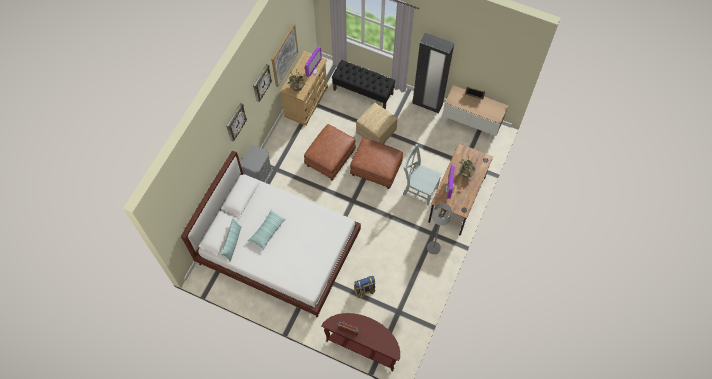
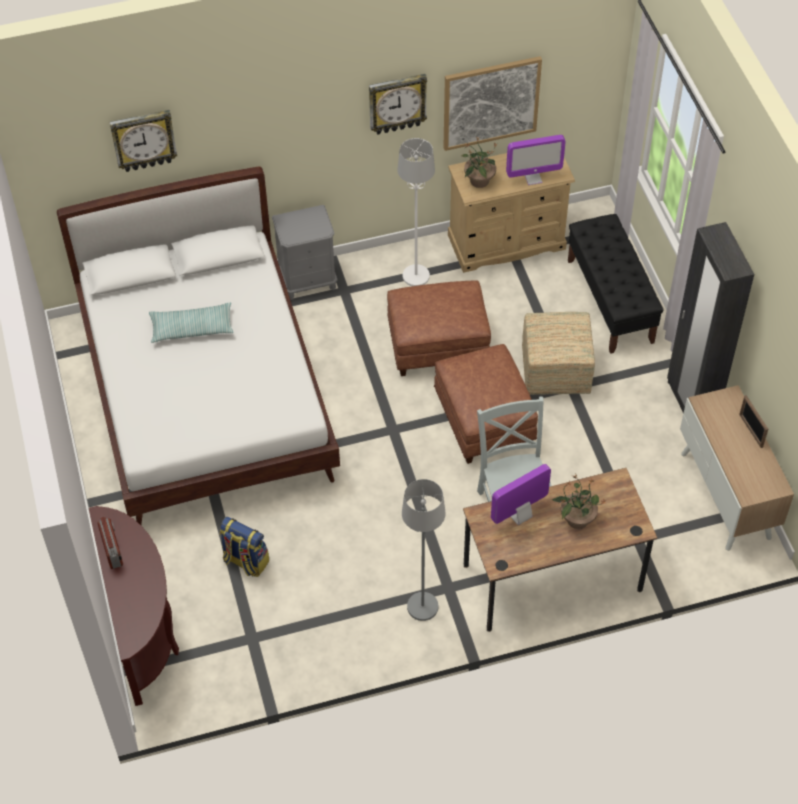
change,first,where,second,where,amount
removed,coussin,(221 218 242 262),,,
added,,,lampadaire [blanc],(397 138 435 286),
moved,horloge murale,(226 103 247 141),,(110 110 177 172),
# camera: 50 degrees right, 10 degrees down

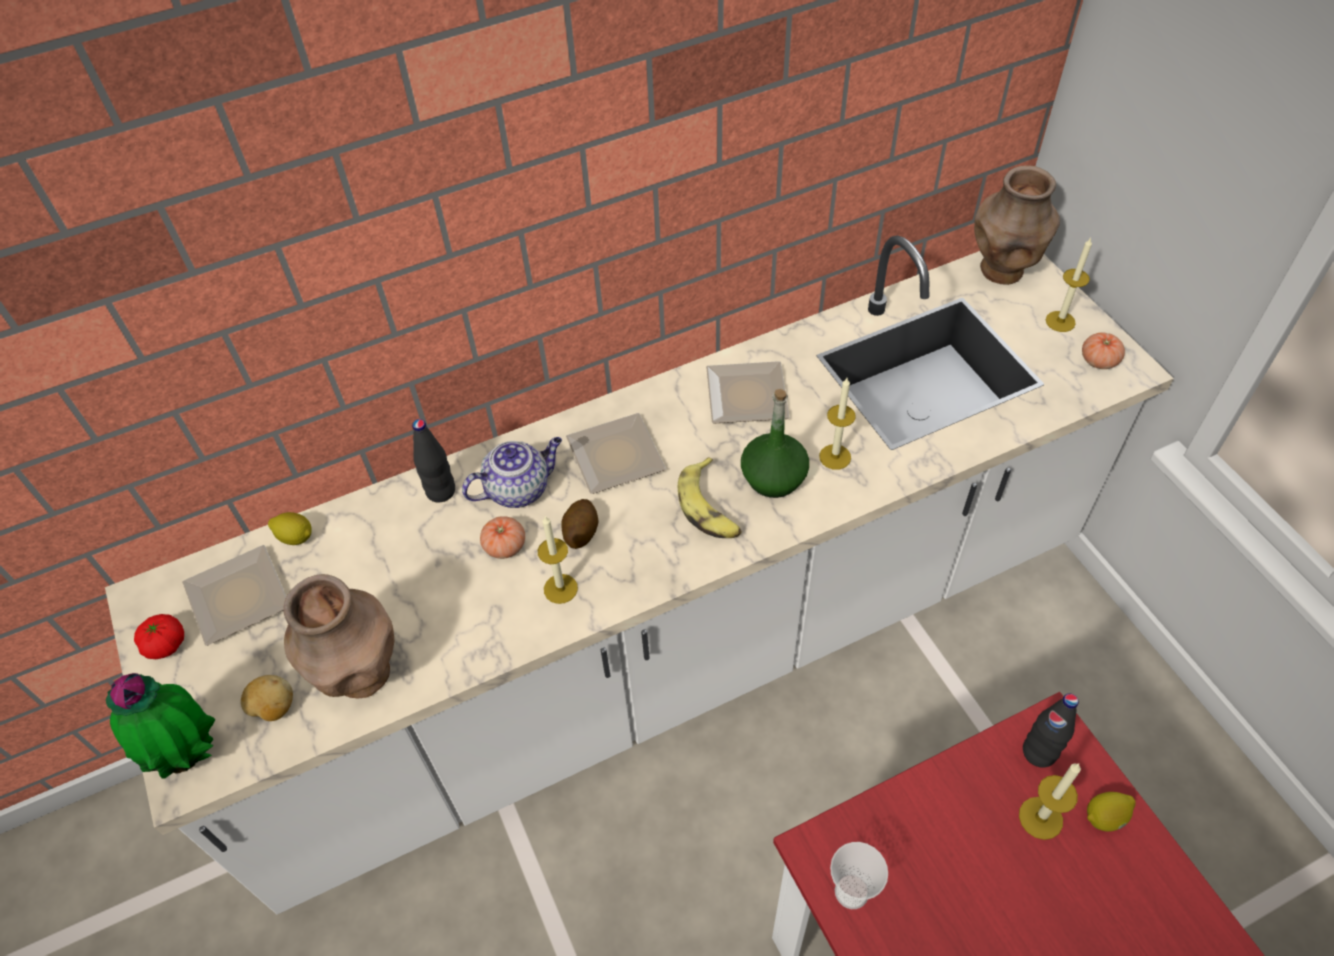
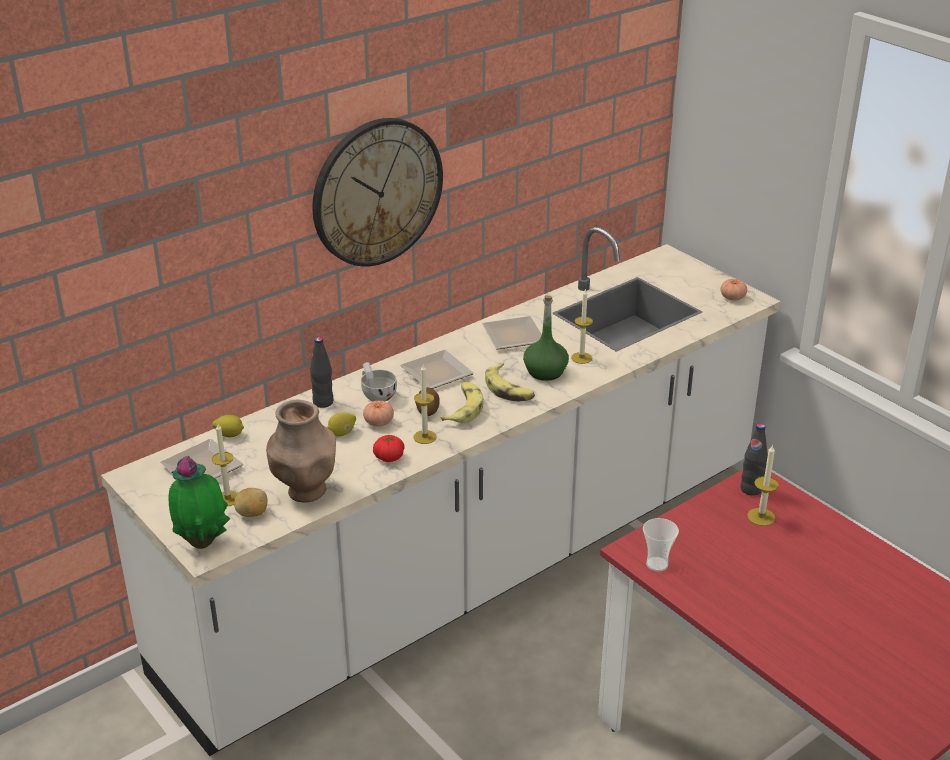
change,first,where,second,where,amount
removed,vase [marron],(974 165 1060 285),,,
added,,,horloge murale,(312 118 443 266),
added,,,banane,(440 382 483 423),
moved,tomate,(134 614 184 659),,(373 435 405 462),
moved,bougie,(1046 238 1092 332),,(212 424 238 507),
moved,citron,(1087 792 1136 832),,(327 413 356 436),
replaced,théière,(462 437 562 508),tasse [blanc],(361 362 397 401),
# camera: 15 degrees left, 20 degrees down

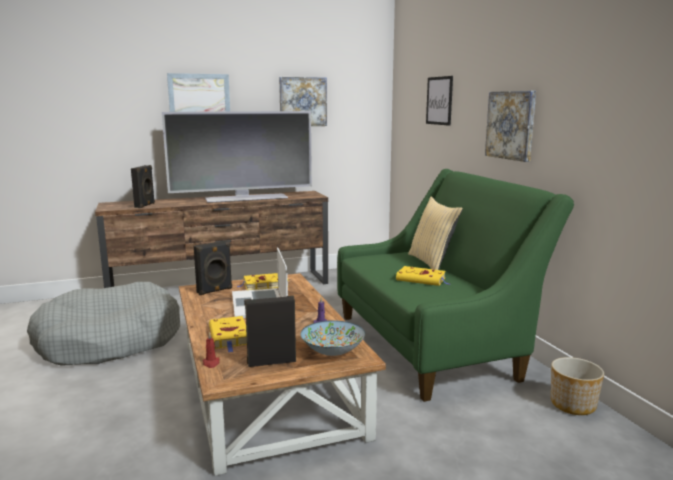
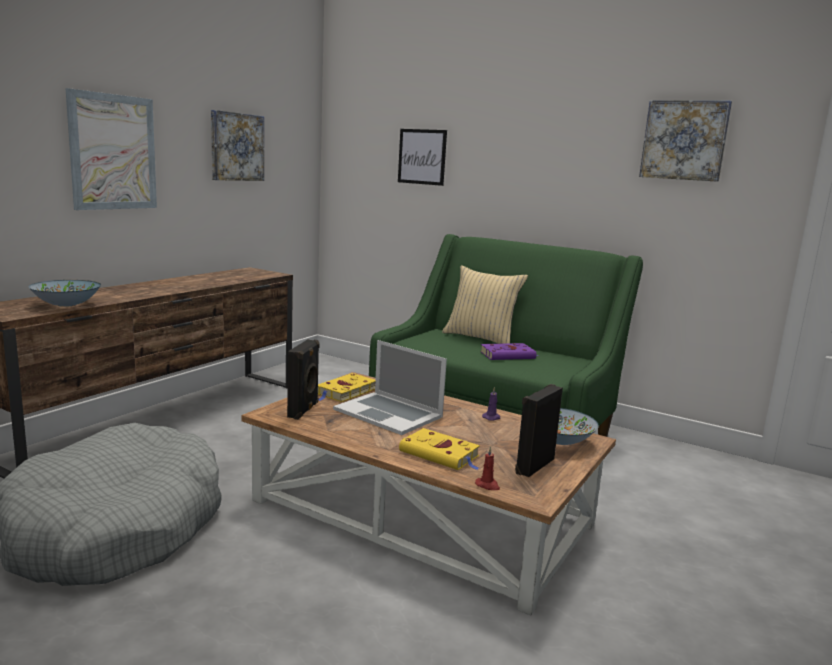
change,first,where,second,where,amount
removed,téléviseur,(162 111 312 203),,,
removed,cache-pot,(551 357 604 415),,,
moved,tableau,(485 91 536 162),,(639 100 732 182),
replaced,enceinte [noir],(131 165 155 208),bol,(28 280 101 307),
recoloured,livre [jaune],(396 266 450 286),livre [violet],(480 343 538 360),
# camera: 40 degrees left, 0 degrees up

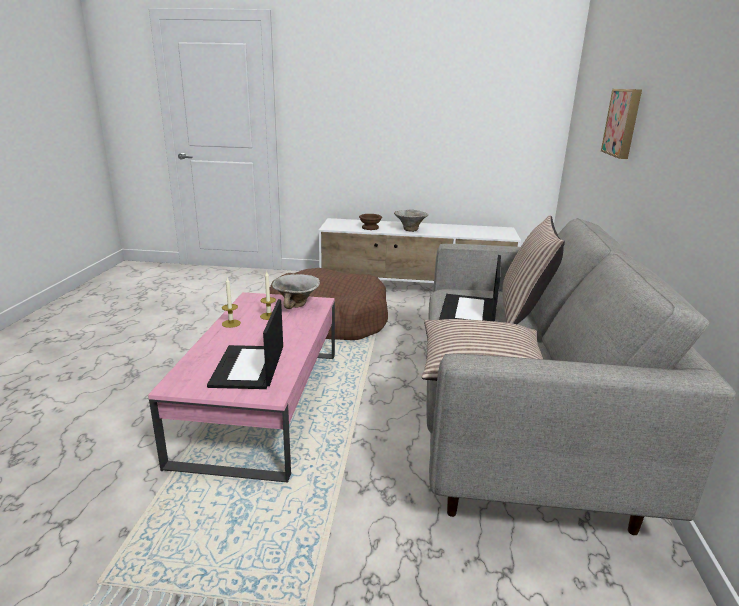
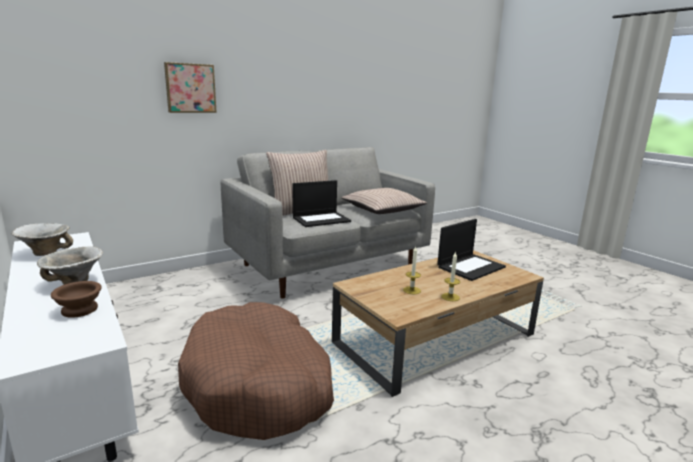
change,first,where,second,where,amount
moved,bol,(272 274 320 309),,(12 223 73 256),
recoloured,table basse [rose],(148 292 335 483),table basse [marron],(332 250 544 397),
# camera: 130 degrees left, 5 degrees down

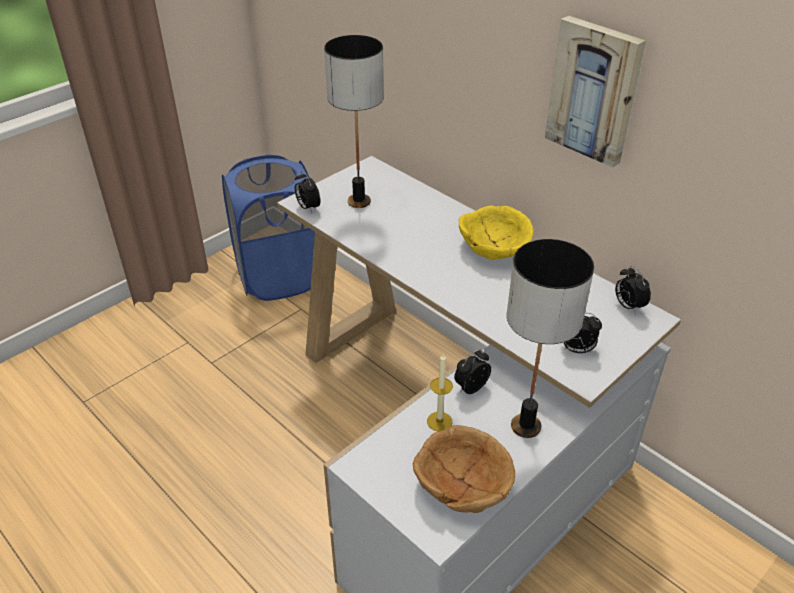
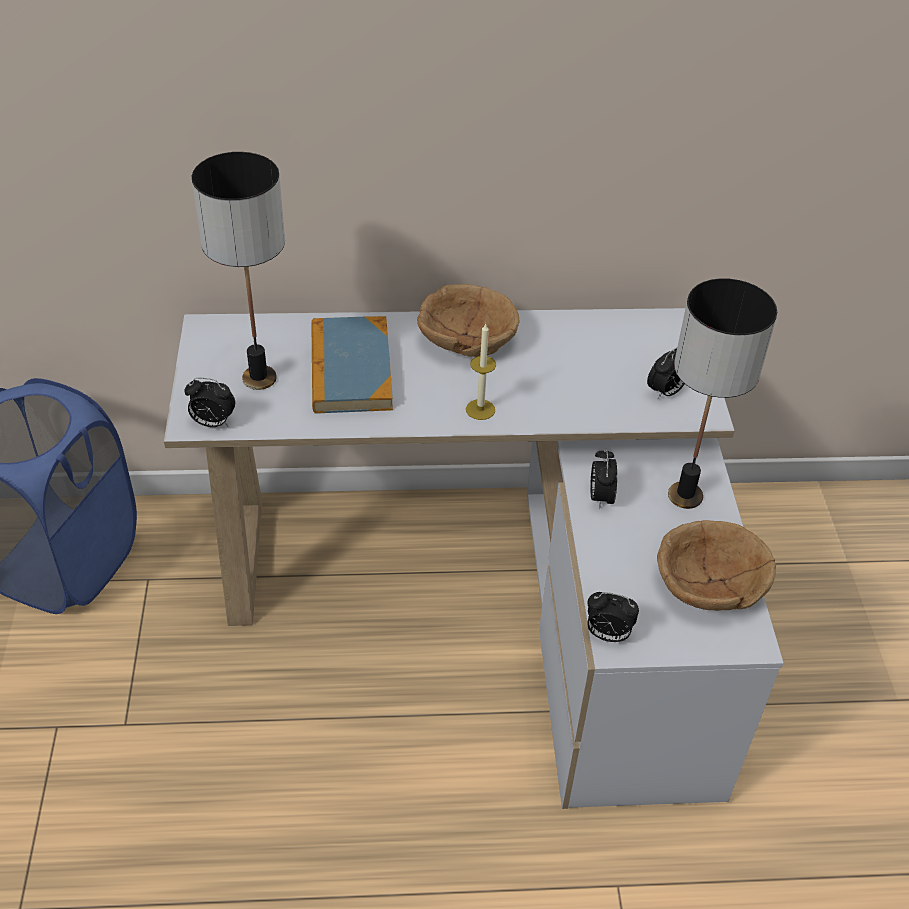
change,first,where,second,where,amount
removed,tableau,(545 16 646 168),,,
added,,,livre,(311 316 393 414),
moved,bougie,(427 353 453 431),,(466 323 496 420),
moved,réveil,(615 266 651 313),,(587 592 639 642),
recoloured,bol [jaune],(459 205 534 260),bol [marron],(417 284 520 357),
# camera: 50 degrees left, 5 degrees up

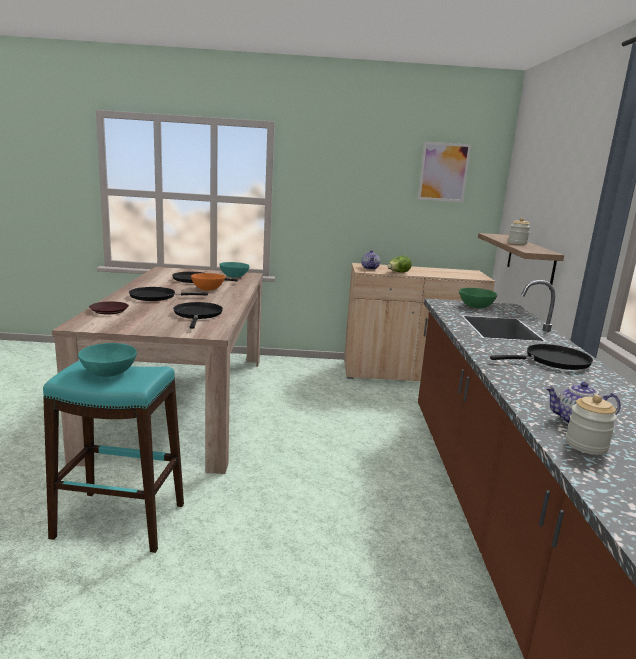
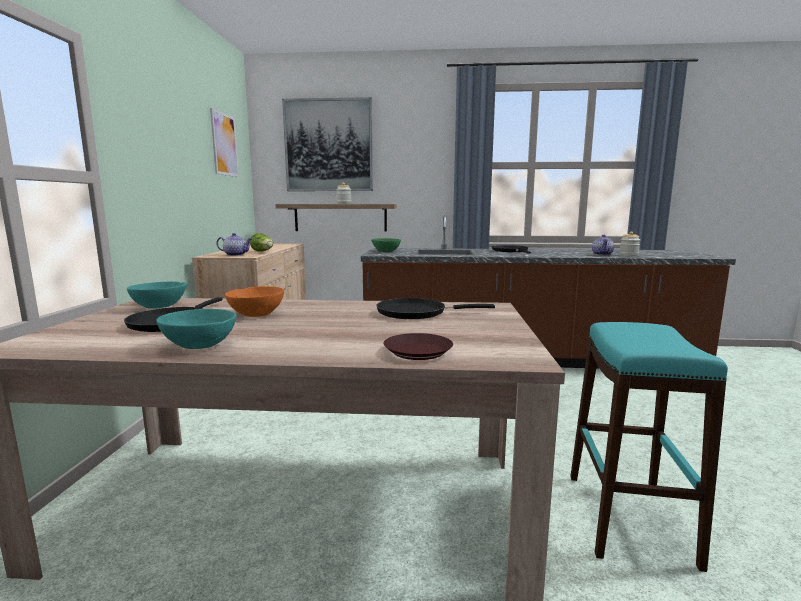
change,first,where,second,where,amount
removed,poêle [noir],(129 287 208 301),,,
added,,,tableau,(282 97 373 191),
moved,bol [turquoise],(78 343 137 377),,(156 309 236 349),
# camera: 85 degrees left, 5 degrees down

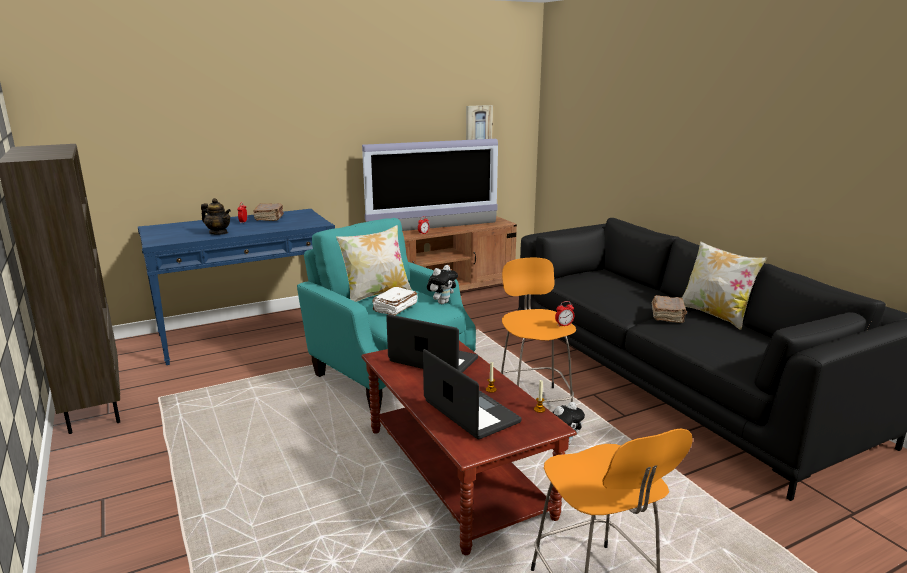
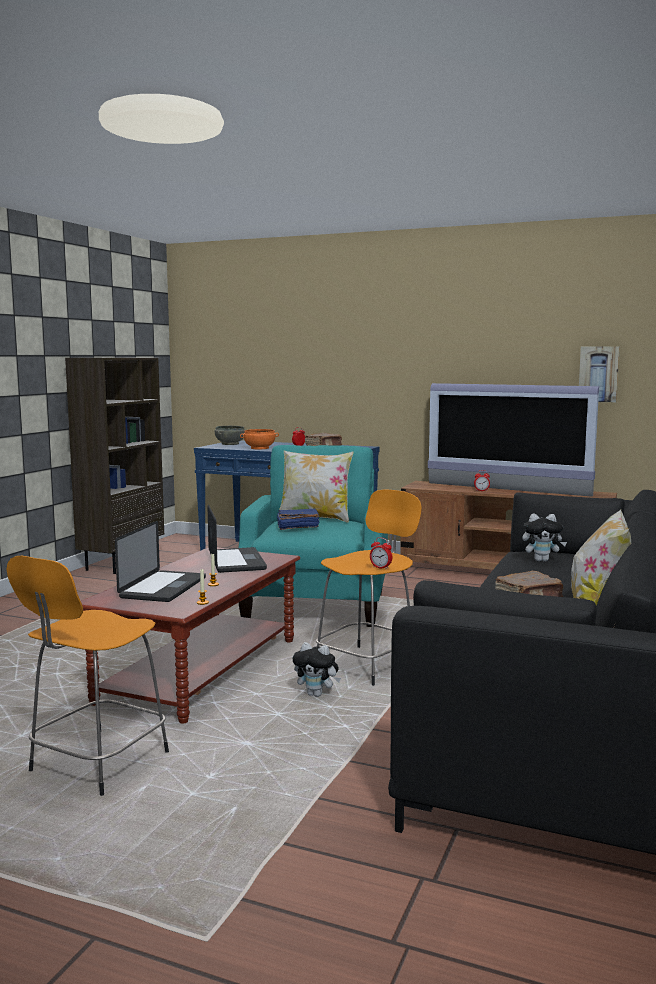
change,first,where,second,where,amount
added,,,bol [gris],(215 426 245 445),
moved,peluche,(427 265 458 304),,(522 514 567 562),
replaced,théière,(201 198 231 235),bol [orange],(240 429 279 449),
recoloured,livre [blanc],(372 287 418 315),livre [bleu],(277 509 319 530),
# camera: 50 degrees right, 10 degrees down

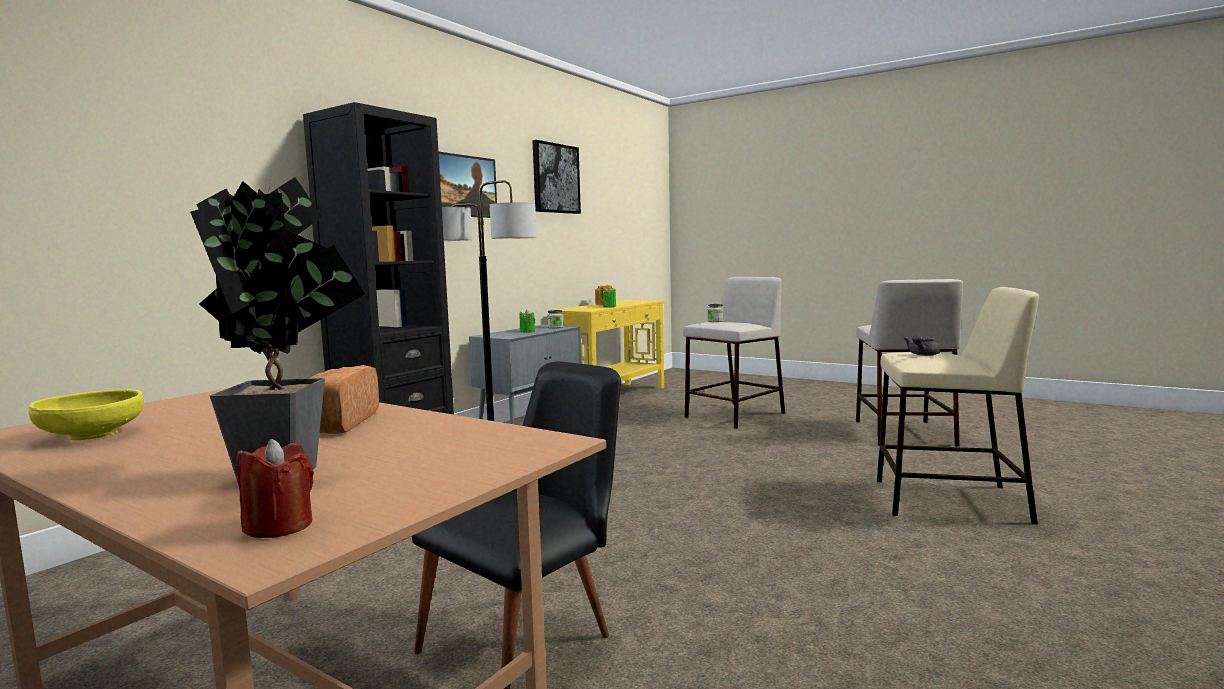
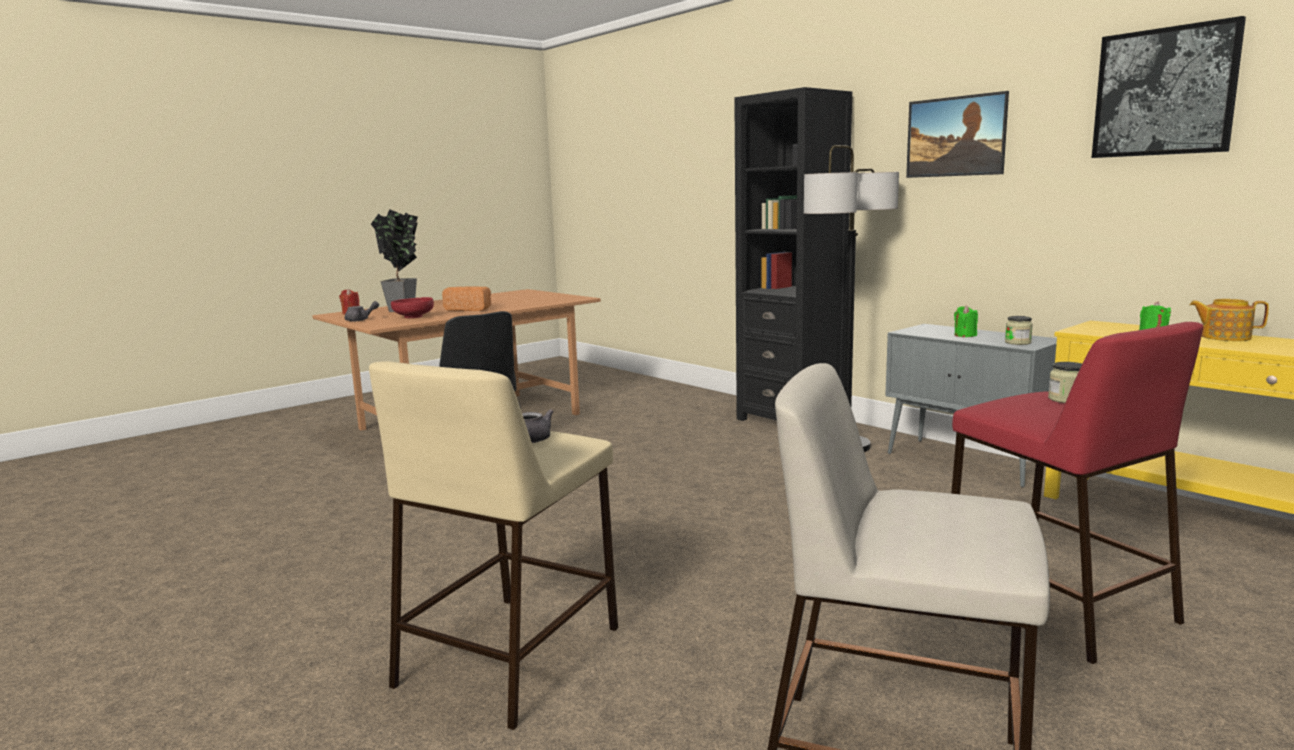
change,first,where,second,where,amount
removed,bol [jaune],(29 389 144 440),,,
added,,,théière [gris],(345 301 379 322),
added,,,bol [rouge],(391 297 434 318),
recoloured,tabouret [beige],(683 277 785 429),tabouret [rouge],(951 322 1203 664),
# camera: 105 degrees right, 5 degrees up

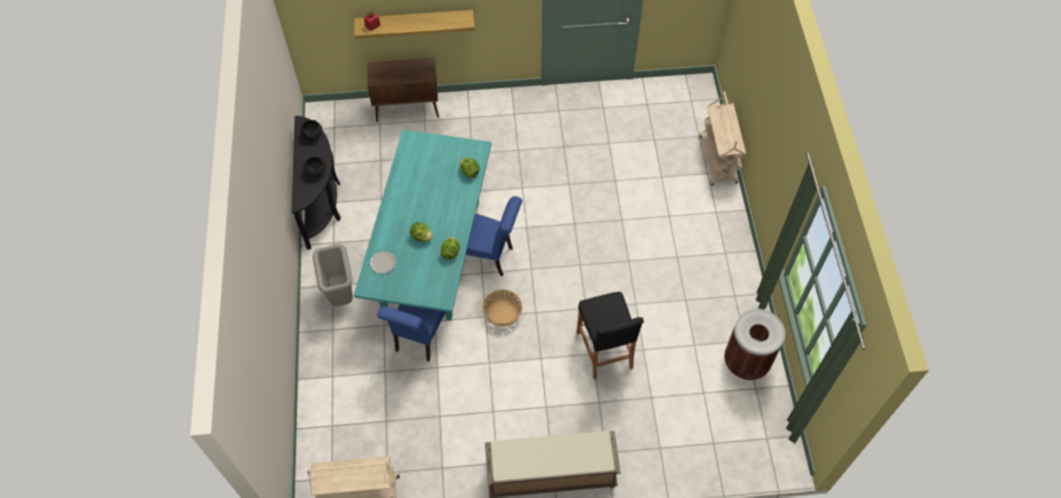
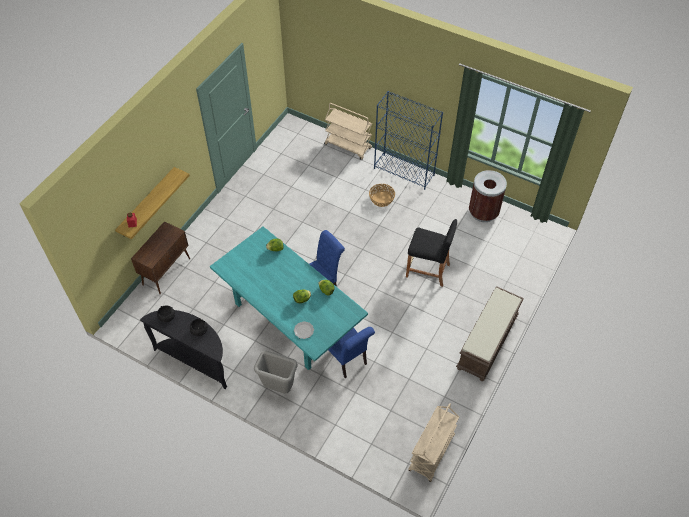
change,first,where,second,where,amount
added,,,bibliothèque [bleu],(374 91 443 190),
moved,panier,(483 289 522 326),,(369 184 395 207),
# camera: 55 degrees left, 5 degrees down

